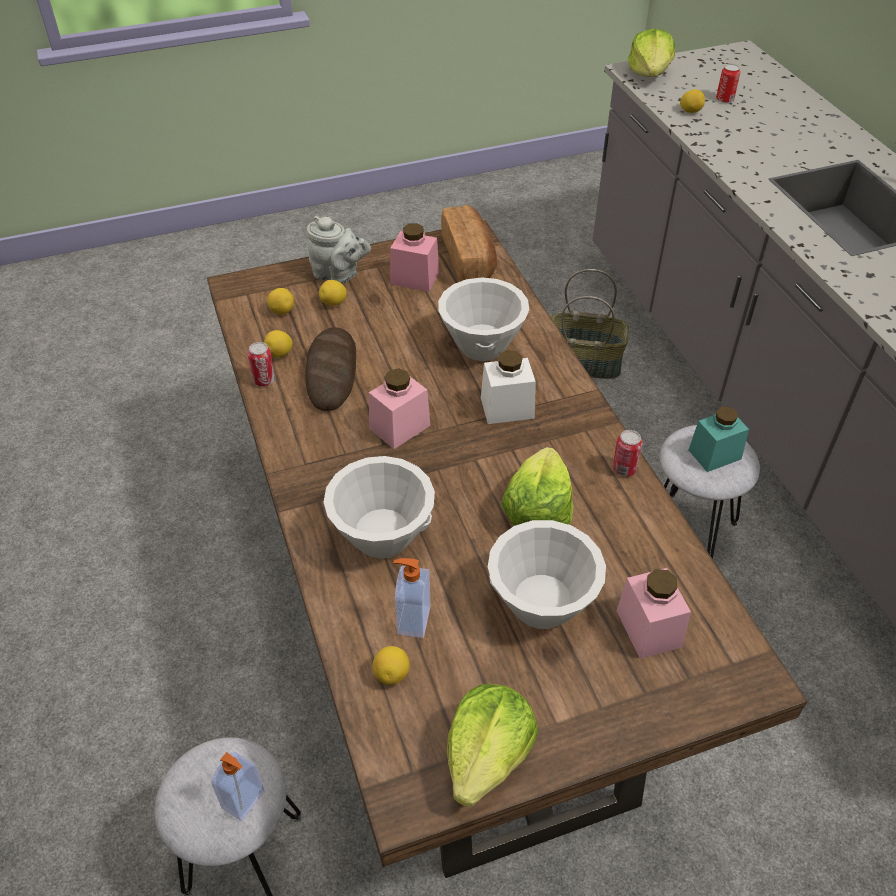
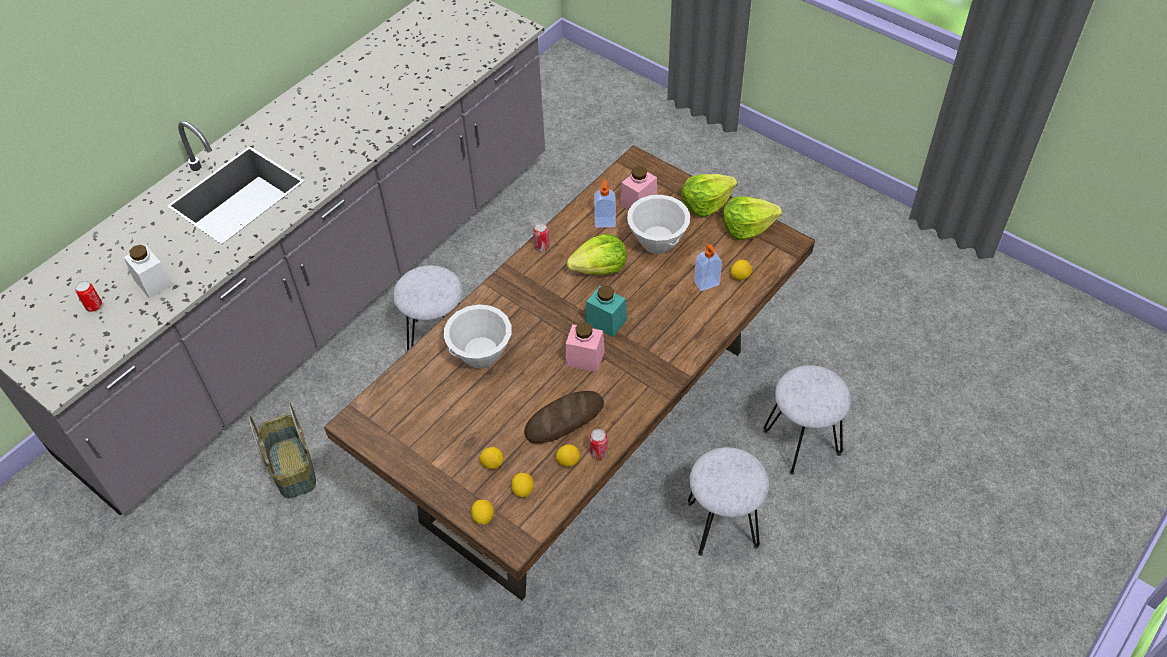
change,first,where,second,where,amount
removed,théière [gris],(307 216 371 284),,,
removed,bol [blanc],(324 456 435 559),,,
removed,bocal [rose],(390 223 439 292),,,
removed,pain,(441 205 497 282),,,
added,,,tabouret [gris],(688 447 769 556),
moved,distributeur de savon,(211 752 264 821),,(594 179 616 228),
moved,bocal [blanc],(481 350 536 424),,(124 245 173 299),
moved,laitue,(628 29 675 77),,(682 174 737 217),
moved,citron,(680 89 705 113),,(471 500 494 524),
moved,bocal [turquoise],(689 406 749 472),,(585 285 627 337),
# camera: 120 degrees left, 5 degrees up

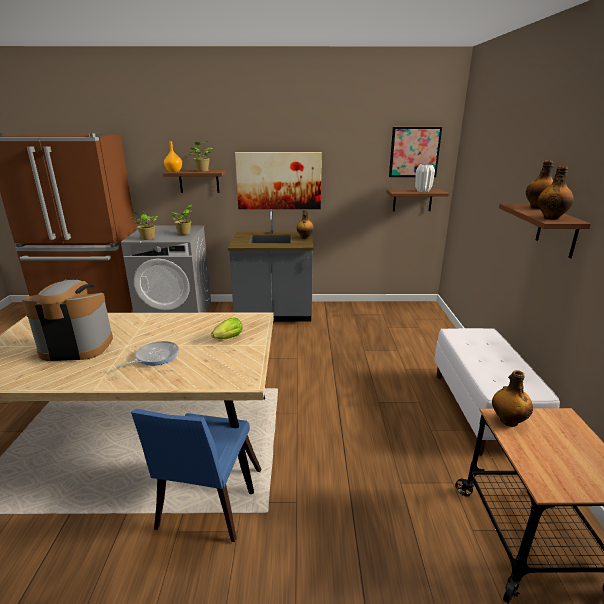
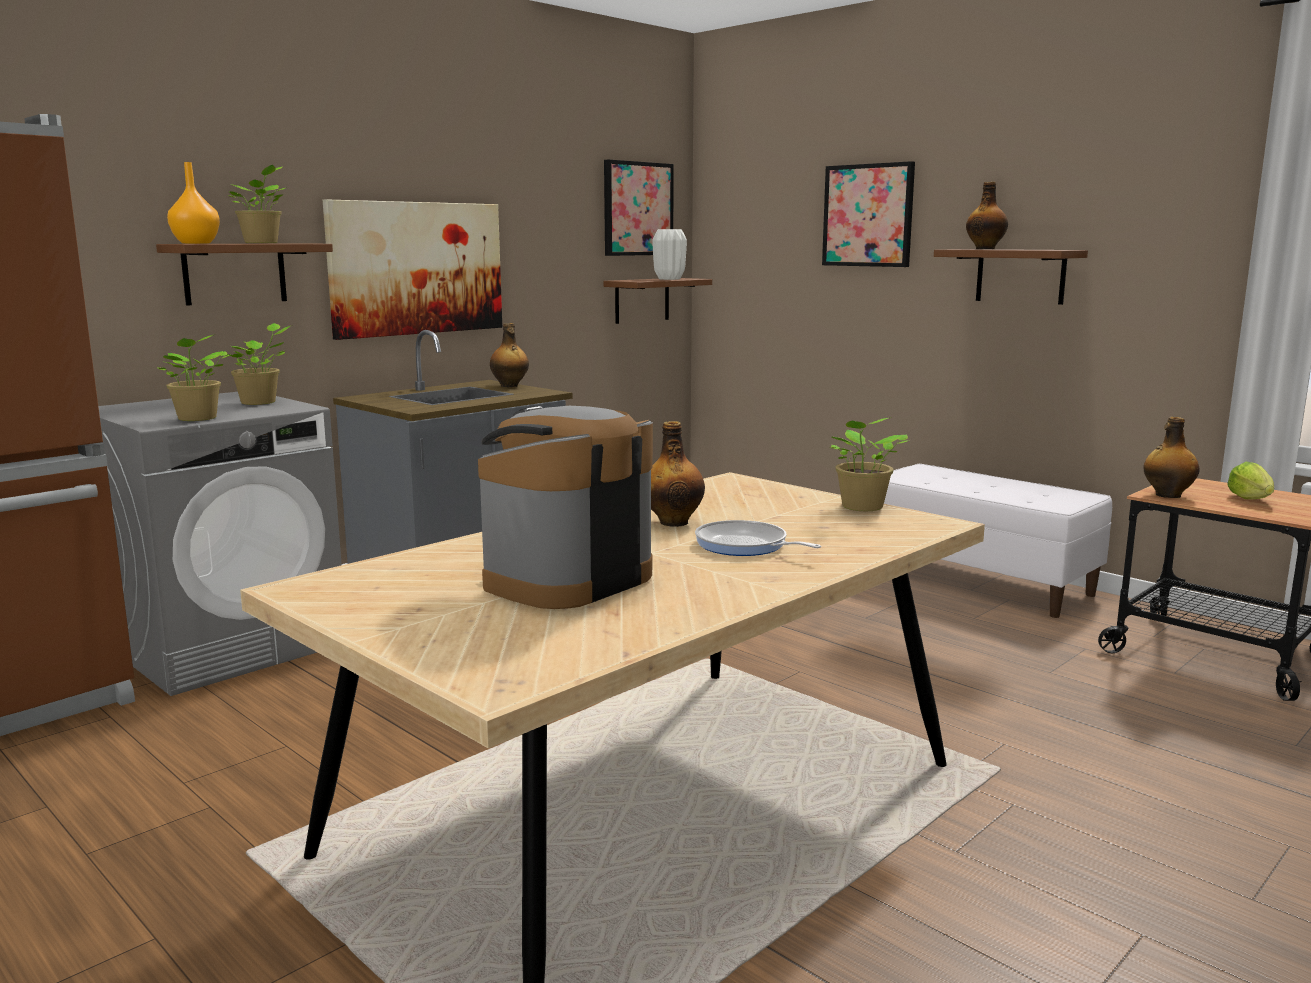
change,first,where,second,where,amount
removed,chaise [bleu],(131 409 261 542),,,
added,,,tableau,(822 161 915 267),
added,,,plante en pot,(830 418 908 511),
moved,laitue,(211 317 243 339),,(1227 462 1274 499),
moved,bouteille,(538 166 574 220),,(651 421 705 527),
turned,poêle,(117 341 179 368),,(695 520 821 556),45 degrees counterclockwise
# camera: 45 degrees left, 10 degrees down

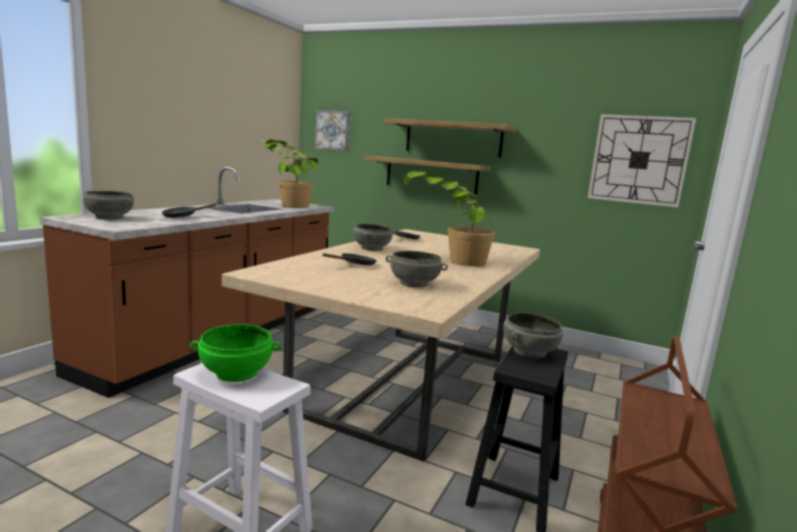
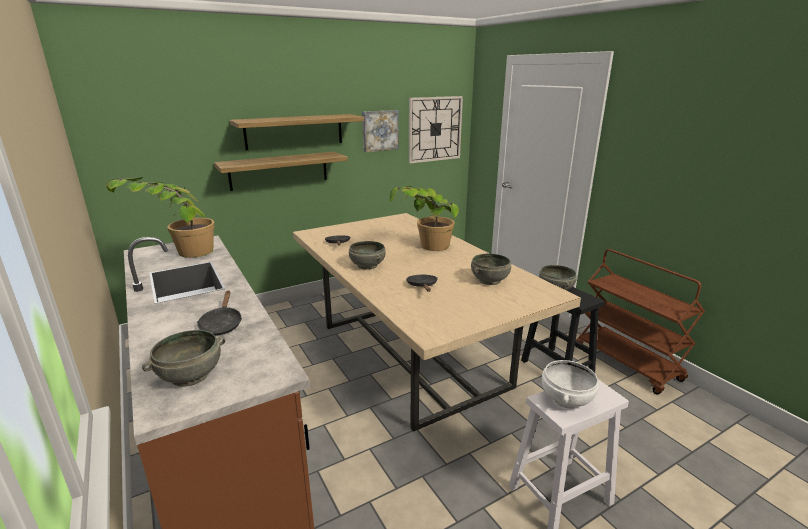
change,first,where,second,where,amount
moved,tableau,(315 110 351 152),,(362 110 399 152),
recoloured,bol [vert],(190 324 281 382),bol [blanc],(542 360 599 409),
# camera: 55 degrees left, 10 degrees up

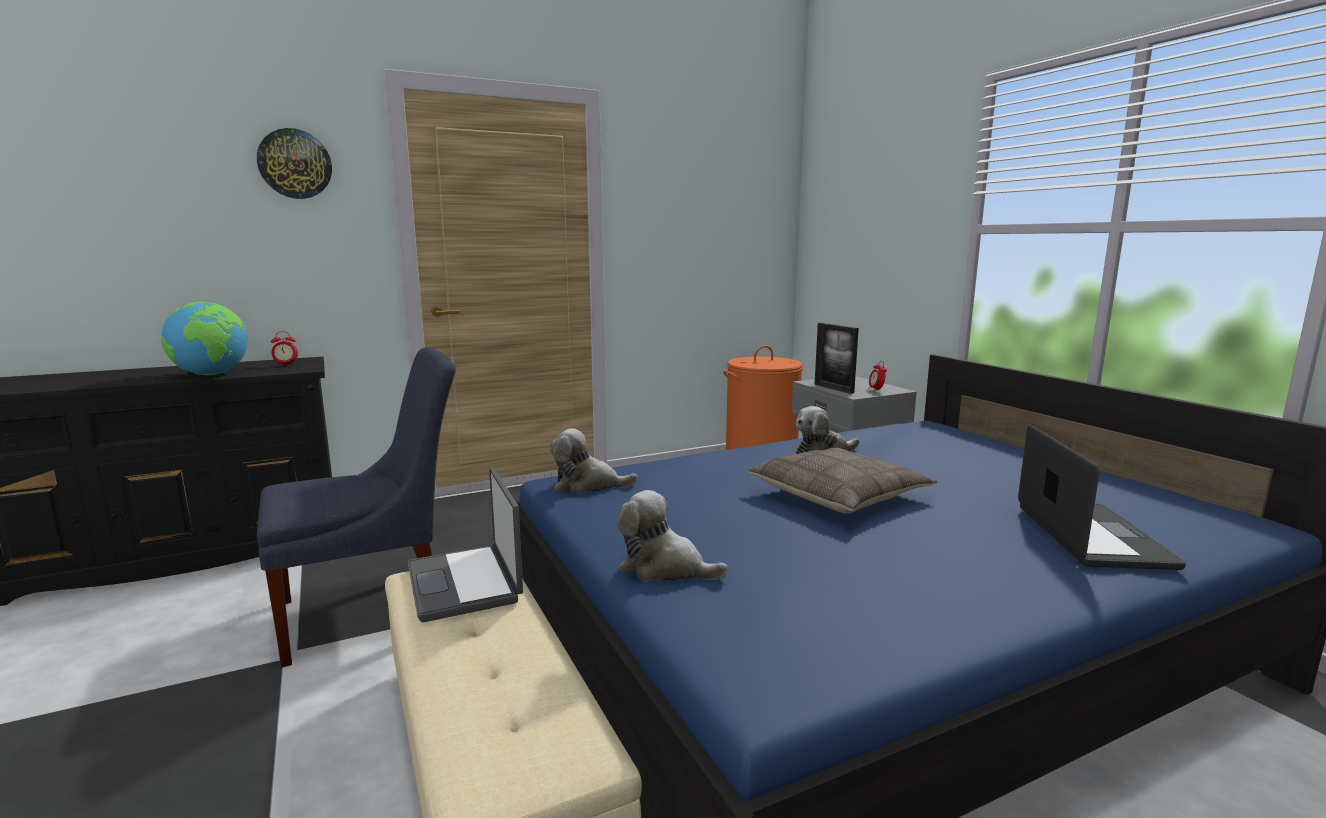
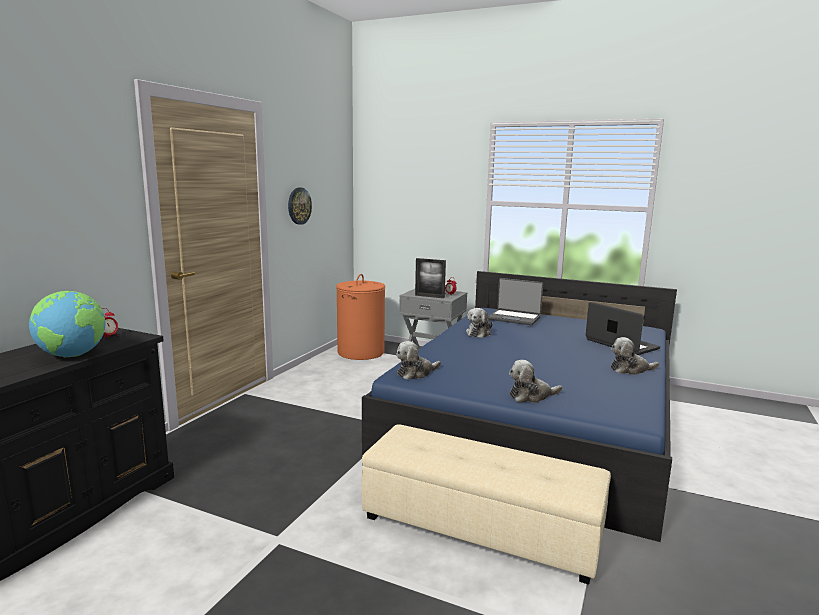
change,first,where,second,where,amount
removed,chaise [bleu],(257 347 456 667),,,
removed,coussin,(748 448 937 514),,,
added,,,peluche,(611 337 659 375),
moved,horloge murale,(257 128 332 199),,(288 188 312 225),
moved,ordinateur portable,(408 468 523 622),,(488 278 543 325),
# camera: 40 degrees left, 0 degrees up

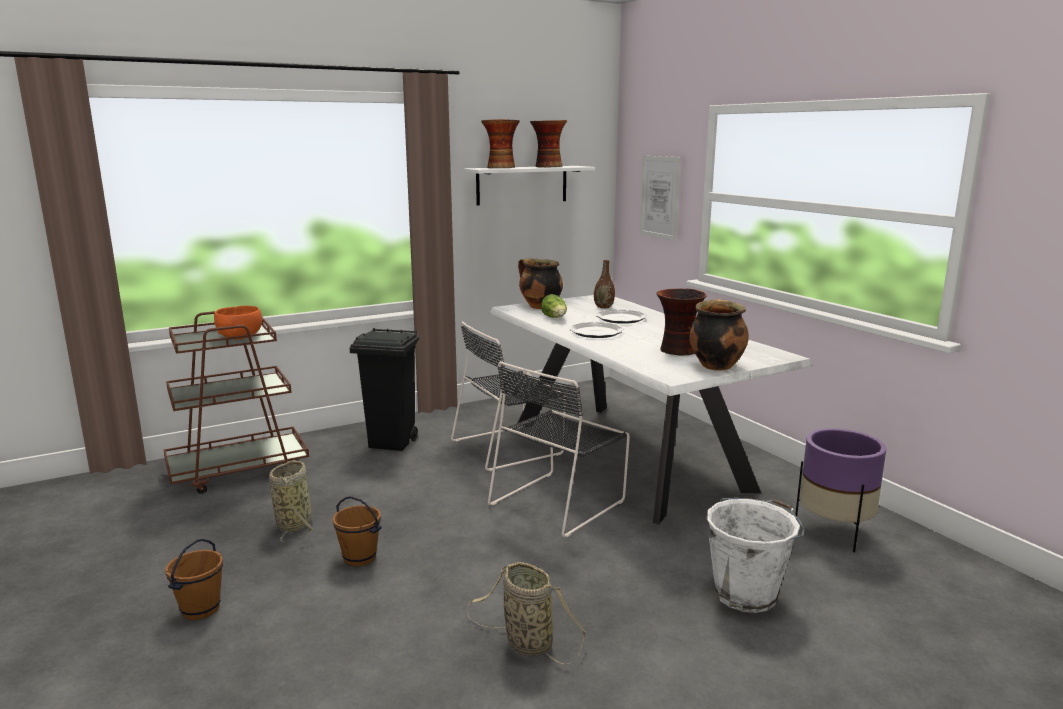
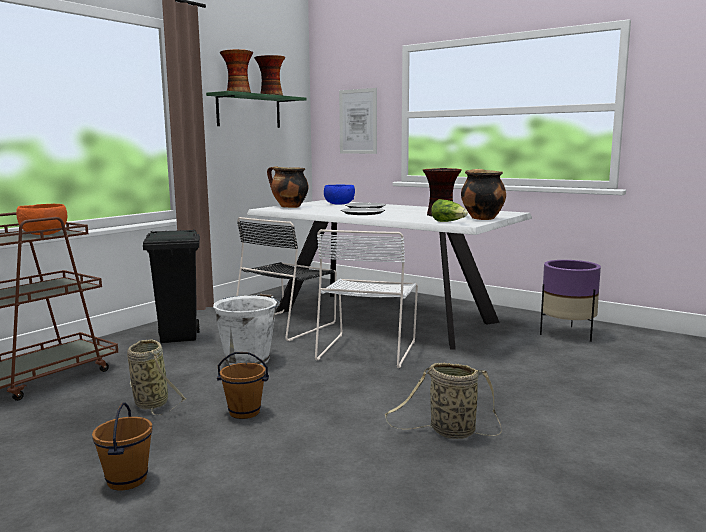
change,first,where,second,where,amount
moved,laitue,(541 294 567 318),,(431 199 468 222),
moved,seau [blanc],(707 498 805 613),,(213 294 280 366),
replaced,vase [marron],(594 260 615 309),bol [bleu],(324 185 355 205),
recoloured,étagère [blanc],(463 166 595 206),étagère [vert],(206 91 306 128),
recoloured,chaise [noir],(488 361 630 537),chaise [blanc],(315 229 418 368),
# camera: 25 degrees left, 5 degrees down

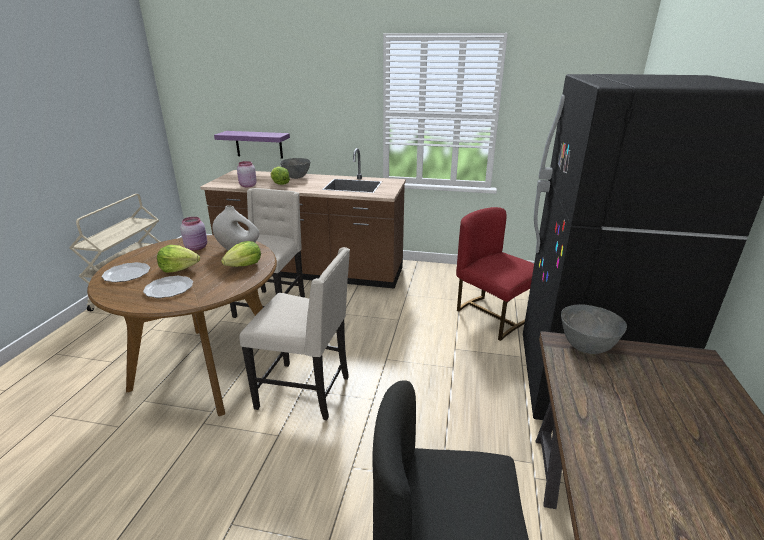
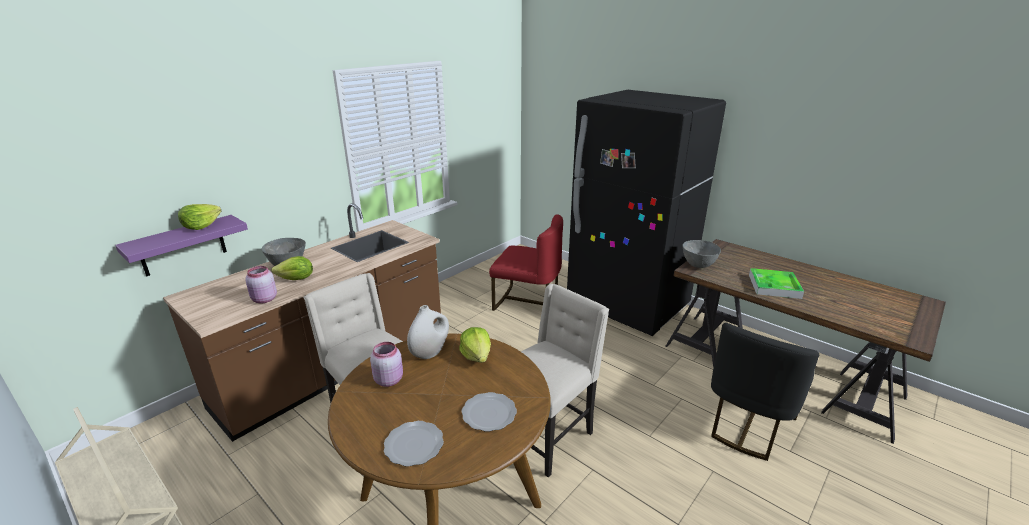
change,first,where,second,where,amount
added,,,plateau,(749 268 804 299),
moved,laitue,(157 245 200 273),,(178 204 221 230),
turned,chaise [rouge],(456 207 534 341),,(489 214 563 311),150 degrees counterclockwise
# camera: 60 degrees left, 0 degrees up

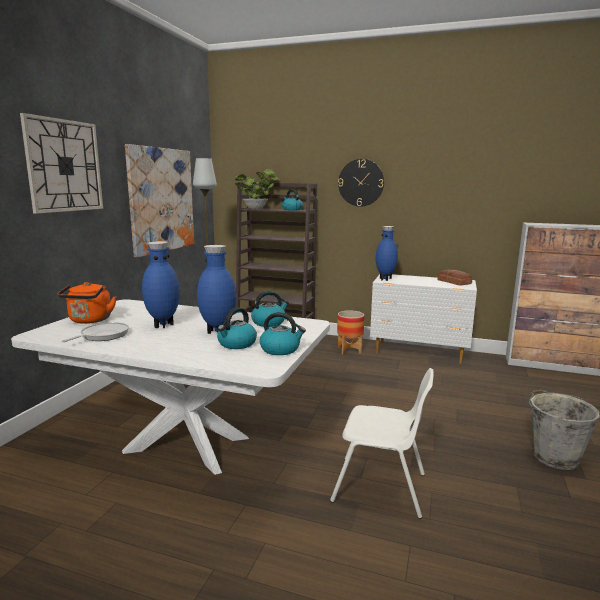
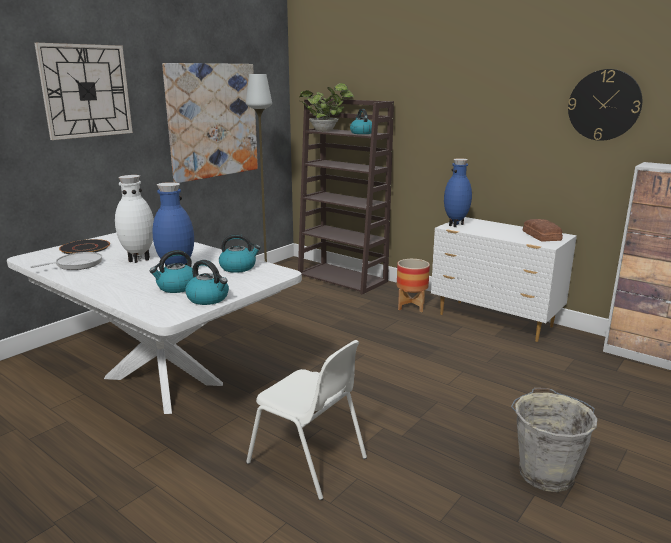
change,first,where,second,where,amount
moved,horloge murale,(338 159 384 207),,(568 69 642 141),
replaced,bouilloire [orange],(58 282 116 324),assiette [noir],(59 239 110 254),
recoloured,vase [bleu],(142 241 180 328),vase [blanc],(115 175 154 263),
# camera: 20 degrees right, 5 degrees up

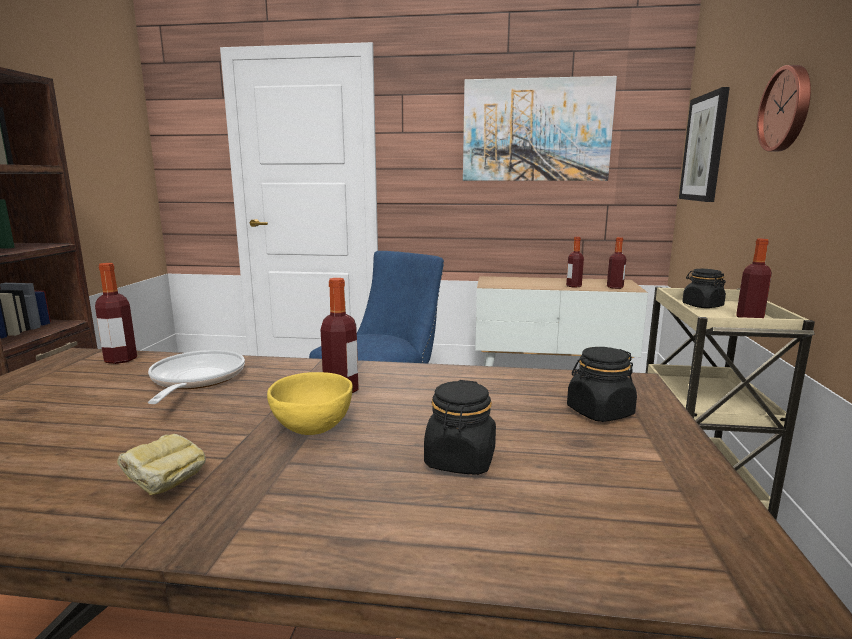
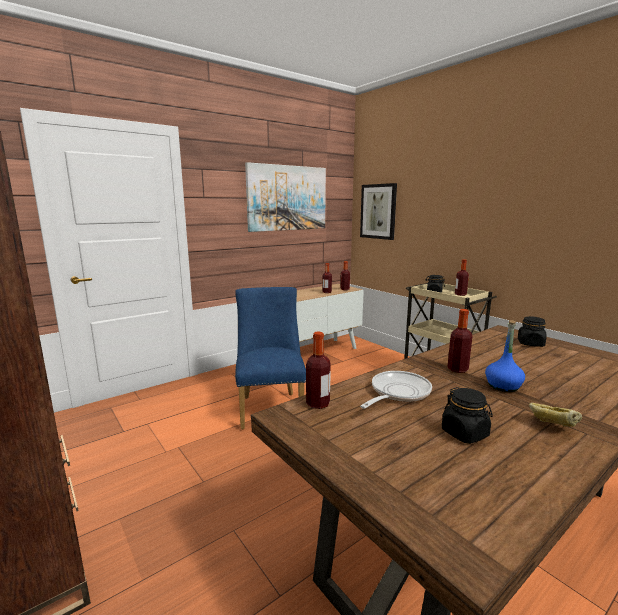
change,first,where,second,where,amount
removed,horloge murale,(757 65 811 151),,,
moved,bocal [noir],(424 380 496 475),,(442 387 493 444),
replaced,bol [jaune],(267 372 353 435),bouteille [bleu],(485 320 525 392),
turned,poêle,(148 350 245 404),,(360 371 432 409),90 degrees clockwise
# camera: 45 degrees left, 0 degrees up

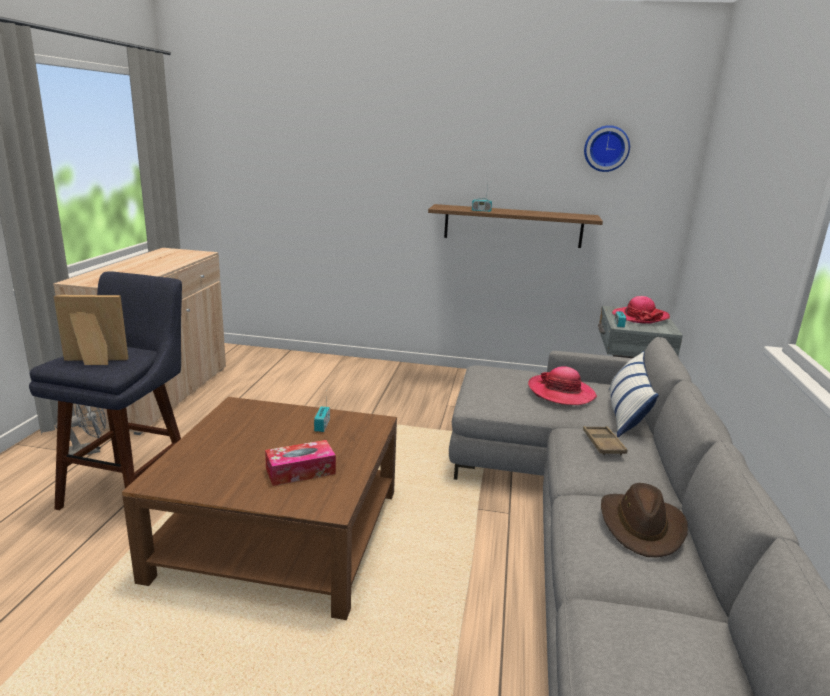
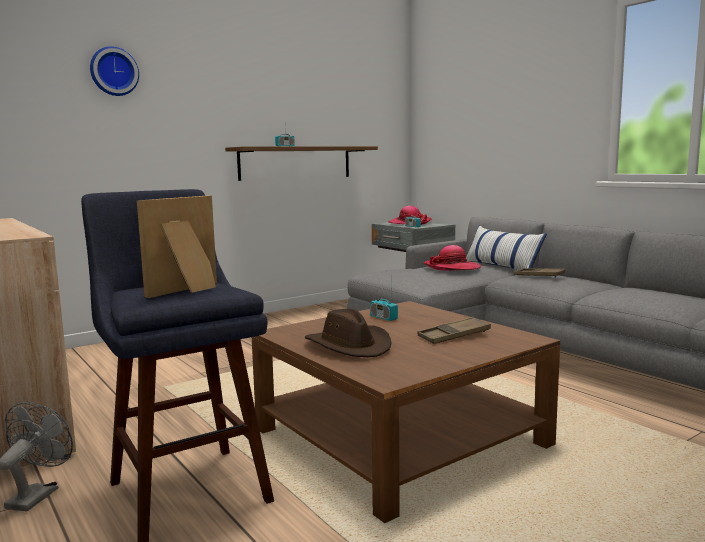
change,first,where,second,where,amount
moved,horloge murale,(584 125 630 172),,(90 46 139 96),
moved,chapeau [marron],(601 483 688 557),,(305 309 391 357),
replaced,boîte à mouchoirs,(265 440 336 486),plateau [marron],(417 317 491 344),
# camera: 45 degrees left, 10 degrees down

